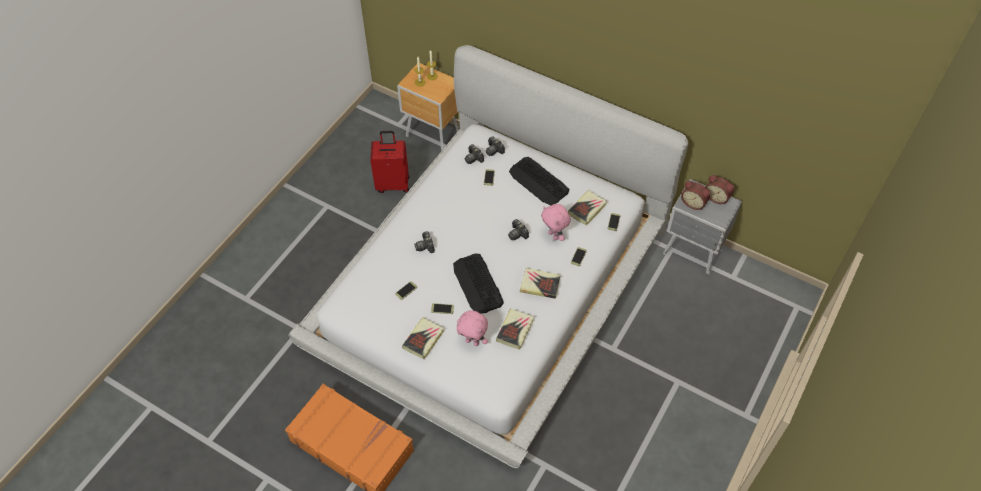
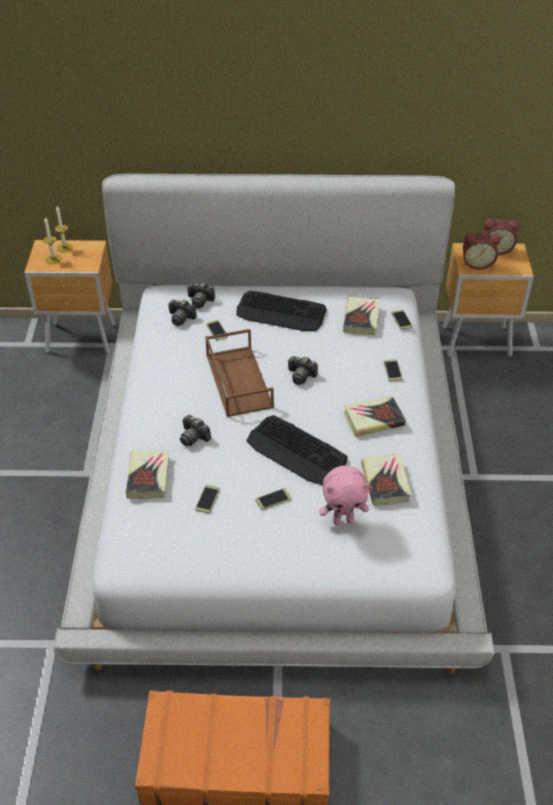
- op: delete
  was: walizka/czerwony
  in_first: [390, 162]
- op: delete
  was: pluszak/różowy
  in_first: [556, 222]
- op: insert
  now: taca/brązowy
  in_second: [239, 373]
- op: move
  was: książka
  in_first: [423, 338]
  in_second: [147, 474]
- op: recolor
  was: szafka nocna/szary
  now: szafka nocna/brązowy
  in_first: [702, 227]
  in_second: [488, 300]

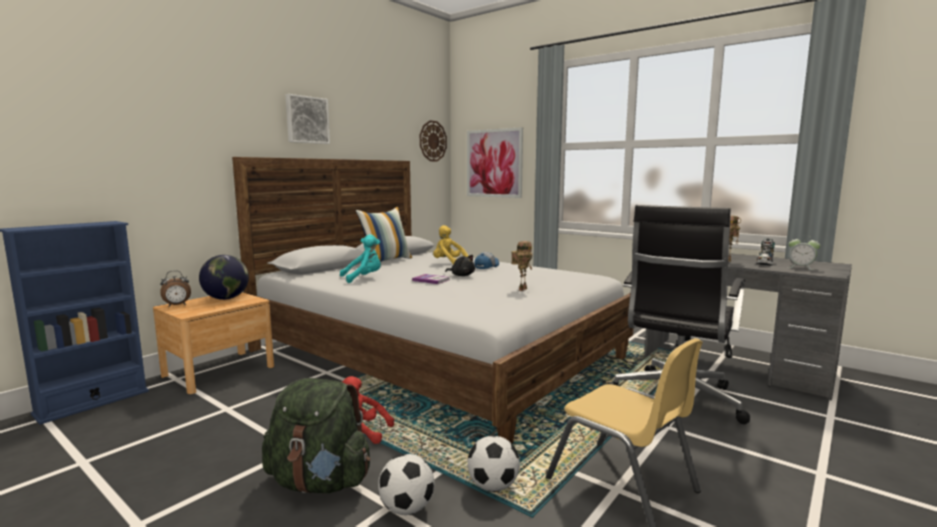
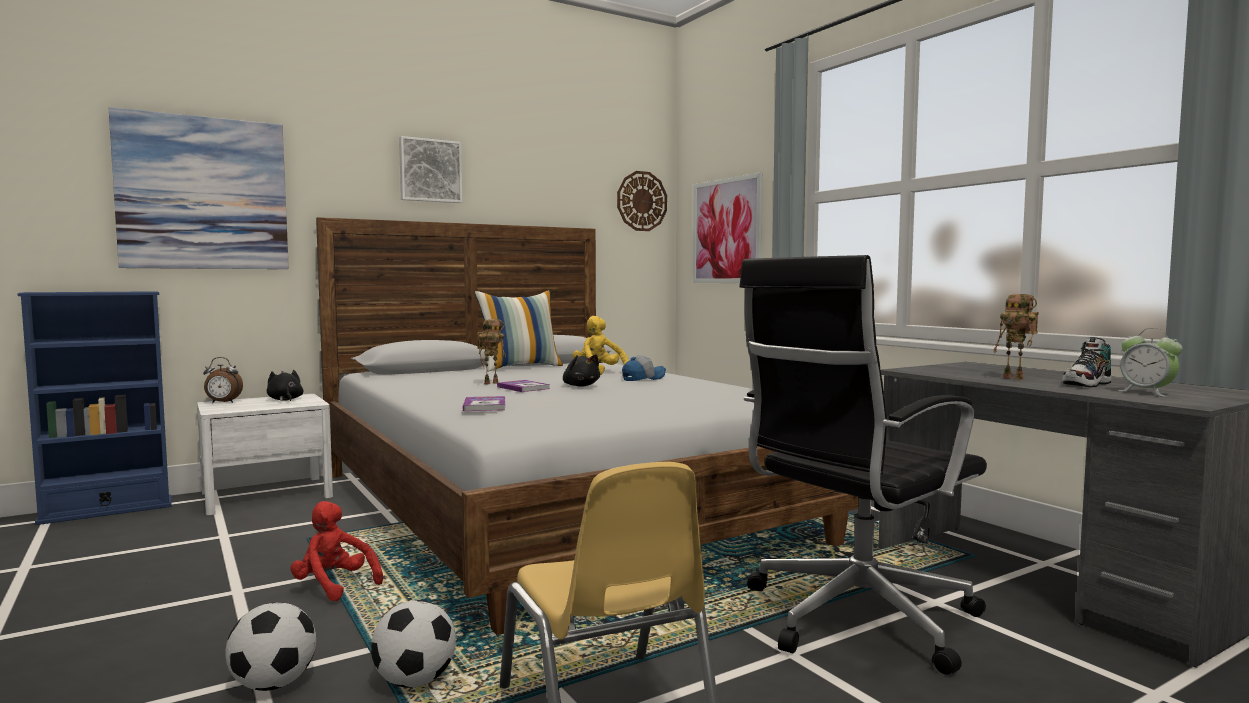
- op: delete
  was: plecak/zielony
  in_first: [316, 435]
- op: delete
  was: pluszak/turkusowy
  in_first: [360, 258]
- op: insert
  now: obraz
  in_second: [199, 188]
- op: insert
  now: książka
  in_second: [484, 403]
- op: move
  was: robot zabawkowy
  in_first: [521, 266]
  in_second: [491, 351]
- op: replace
  was: globus
  now: pluszak/czarny
  in_first: [224, 277]
  in_second: [285, 385]
- op: recolor
  was: szafka nocna/brązowy
  now: szafka nocna/biały
  in_first: [213, 343]
  in_second: [265, 454]

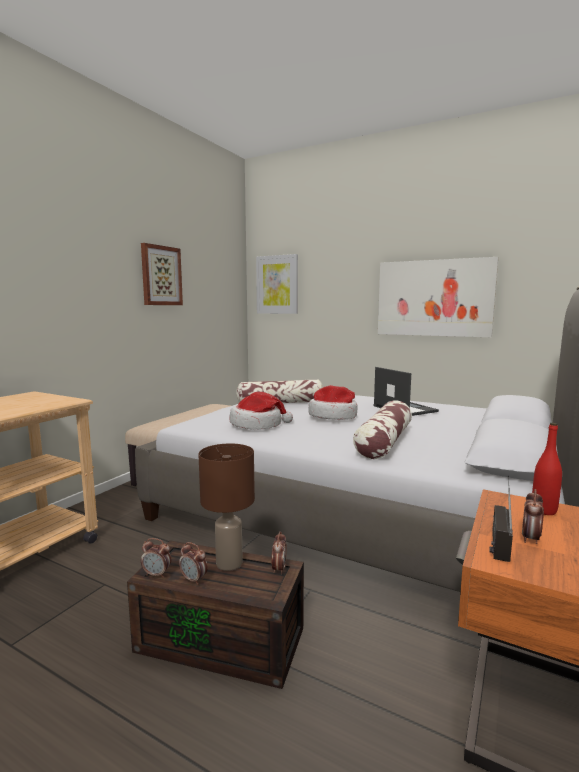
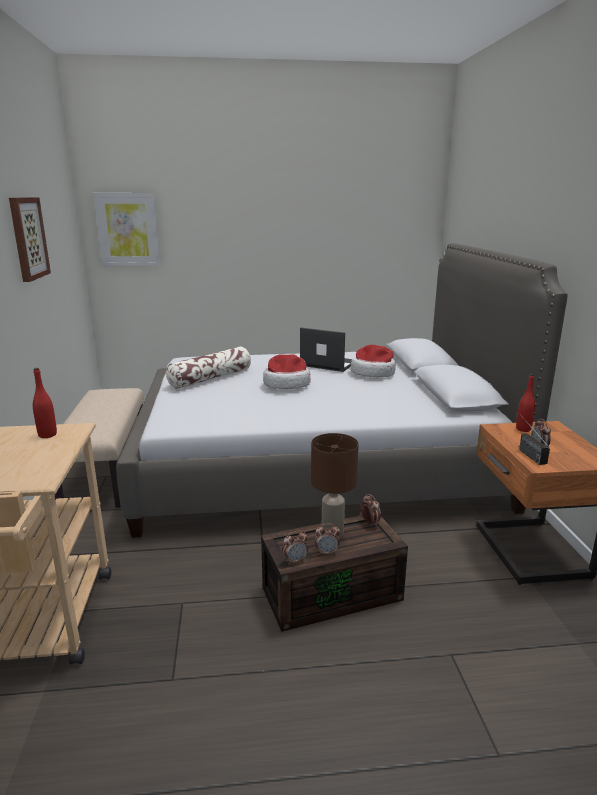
- op: delete
  was: poduszka
  in_first: [382, 429]
- op: delete
  was: obraz
  in_first: [438, 297]
- op: insert
  now: butelka/czerwony
  in_second: [45, 403]
- op: move
  was: kapelusz
  in_first: [261, 411]
  in_second: [373, 360]

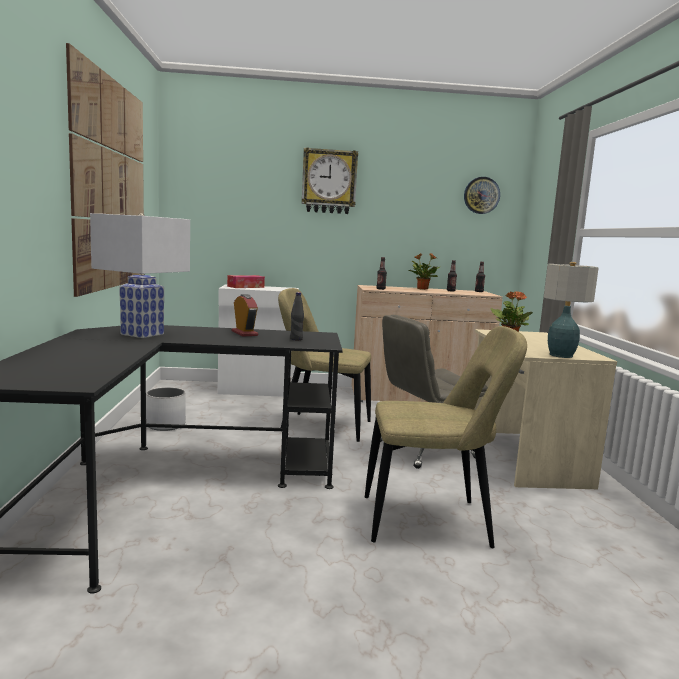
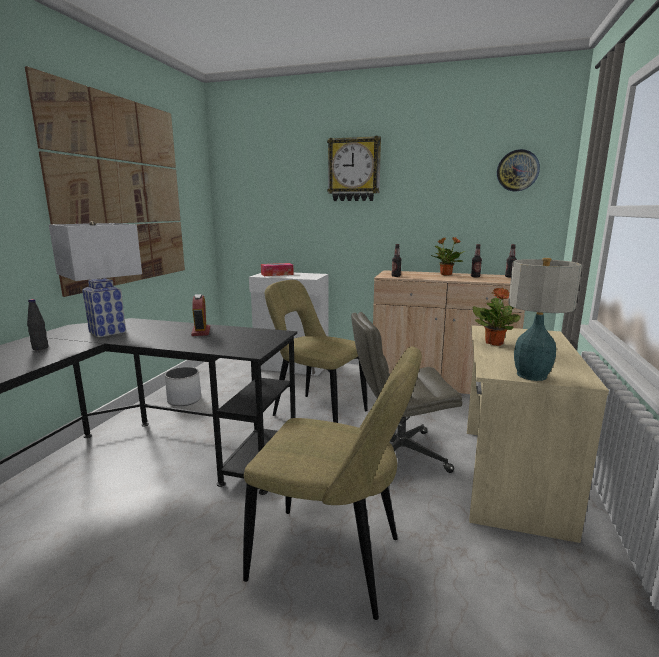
- op: move
  was: butelka/czarny
  in_first: [297, 316]
  in_second: [37, 324]

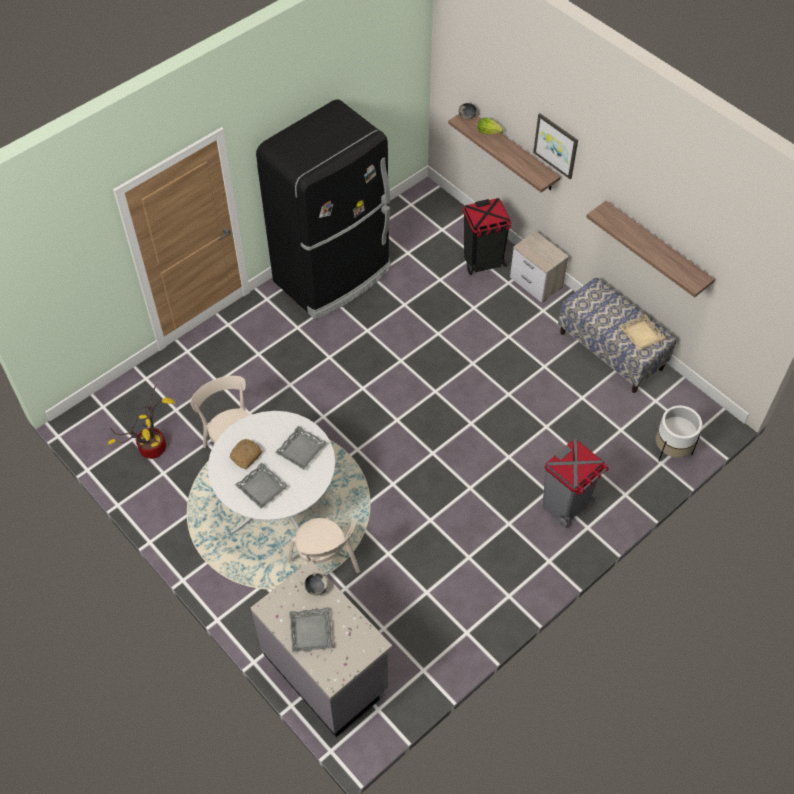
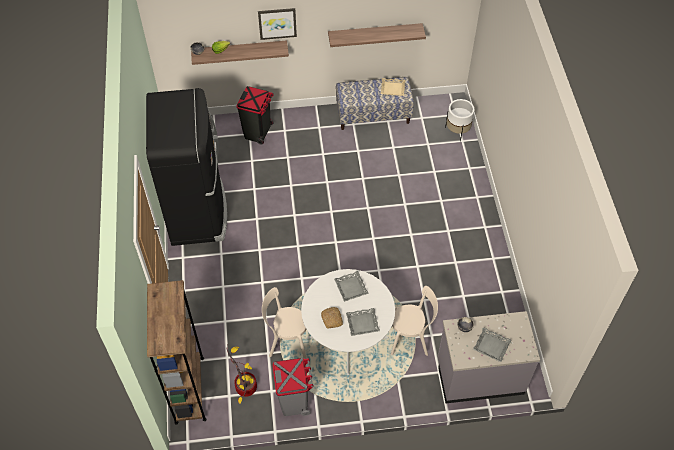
- op: delete
  was: szafka nocna
  in_first: [539, 267]
- op: insert
  now: regał/brązowy
  in_second: [177, 352]
- op: move
  was: kosz na śmieci/szary
  in_first: [576, 483]
  in_second: [293, 387]

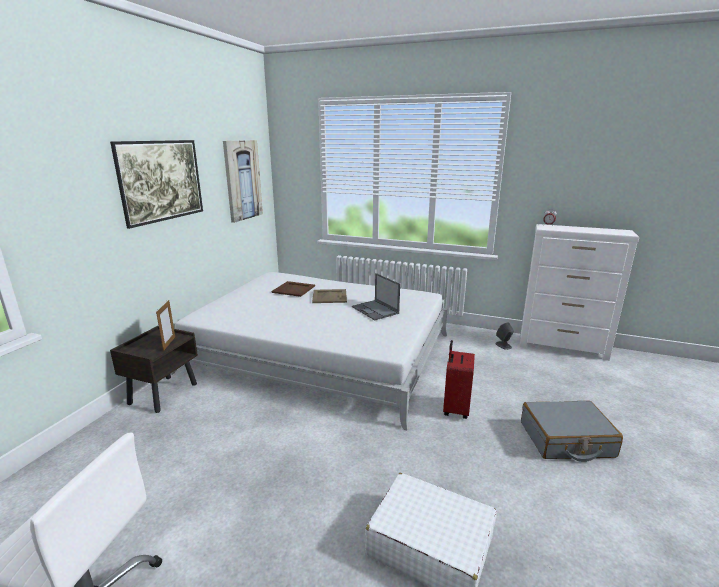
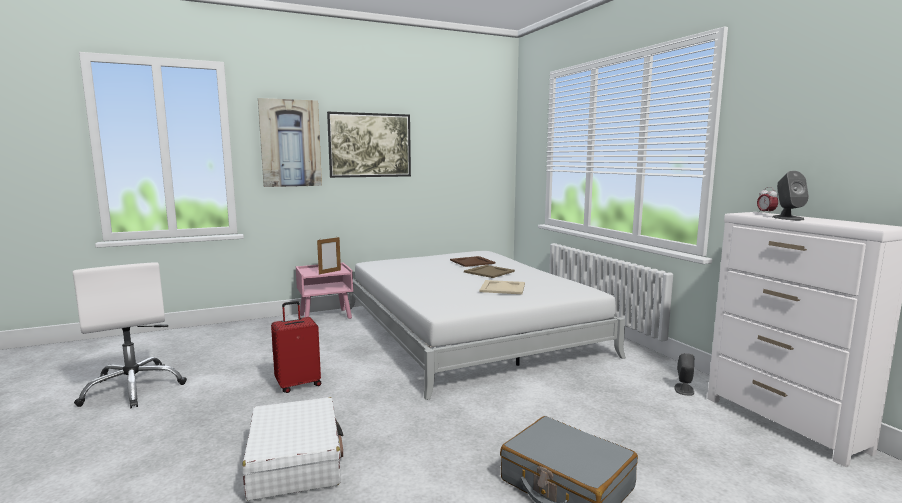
- op: insert
  now: głośnik/szary
  in_second: [791, 195]
- op: move
  was: obraz
  in_first: [243, 181]
  in_second: [290, 142]
- op: move
  was: walizka/czerwony
  in_first: [459, 379]
  in_second: [296, 347]
- op: replace
  was: laptop
  now: taca/beżowy
  in_first: [376, 297]
  in_second: [502, 287]
- op: recolor
  was: szafka nocna/brązowy
  now: szafka nocna/różowy
  in_first: [154, 369]
  in_second: [324, 290]

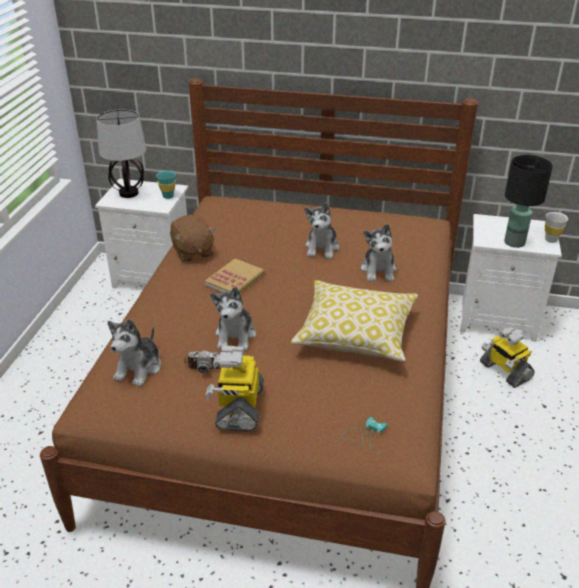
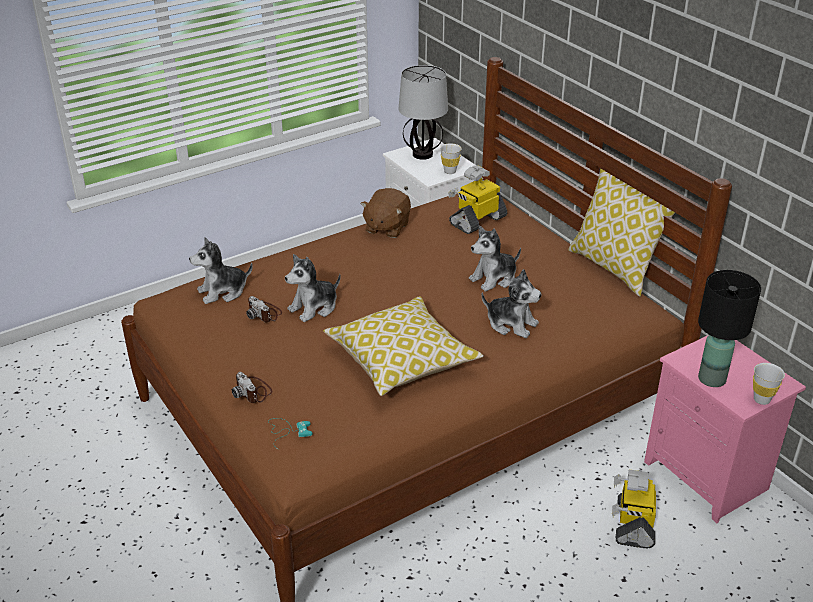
- op: delete
  was: książka
  in_first: [235, 276]
- op: insert
  now: aparat fotograficzny
  in_second: [252, 387]
- op: insert
  now: poduszka
  in_second: [621, 232]
- op: move
  was: robot zabawkowy
  in_first: [234, 388]
  in_second: [478, 199]
- op: recolor
  was: filiżanka/turkusowy
  now: filiżanka/biały
  in_first: [166, 185]
  in_second: [451, 158]
- op: recolor
  was: szafka nocna/biały
  now: szafka nocna/różowy
  in_first: [511, 278]
  in_second: [725, 429]
- op: rotate
  was: pluszak
  in_first: [379, 252]
  in_second: [511, 303]
  clockwise: -105

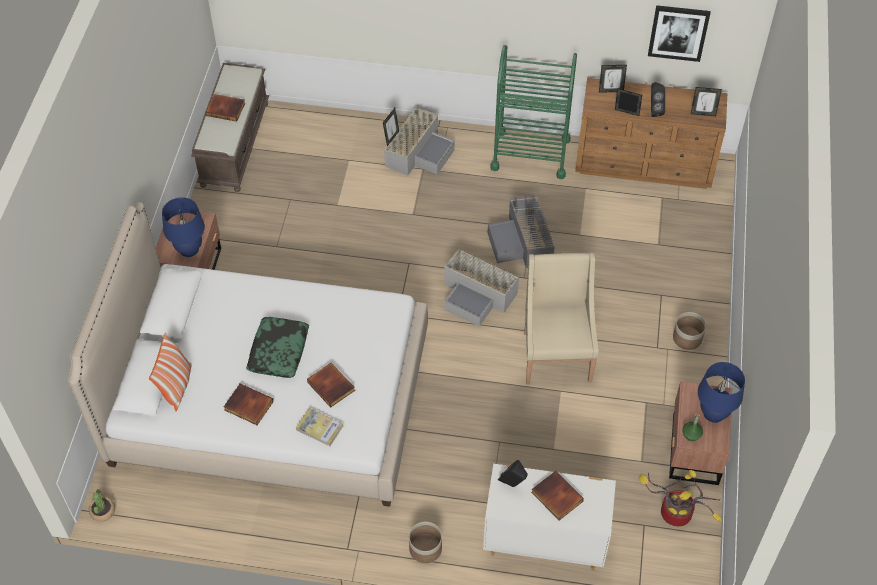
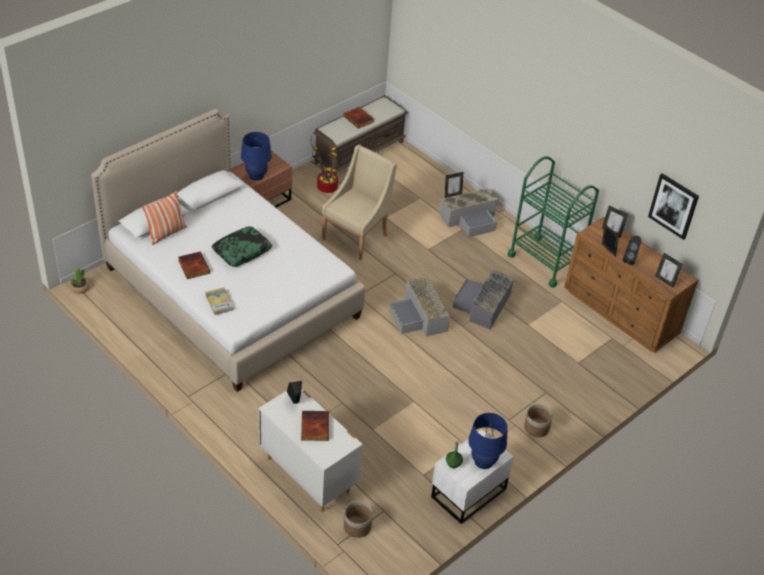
- op: delete
  was: książka
  in_first: [331, 385]
- op: move
  was: donica
  in_first: [425, 542]
  in_second: [358, 519]
- op: move
  was: fotel/beżowy
  in_first: [561, 318]
  in_second: [359, 202]
- op: move
  was: roślina doniczkowa
  in_first: [679, 498]
  in_second: [324, 164]
- op: recolor
  was: szafka nocna/brązowy
  now: szafka nocna/biały
  in_first: [700, 433]
  in_second: [472, 476]

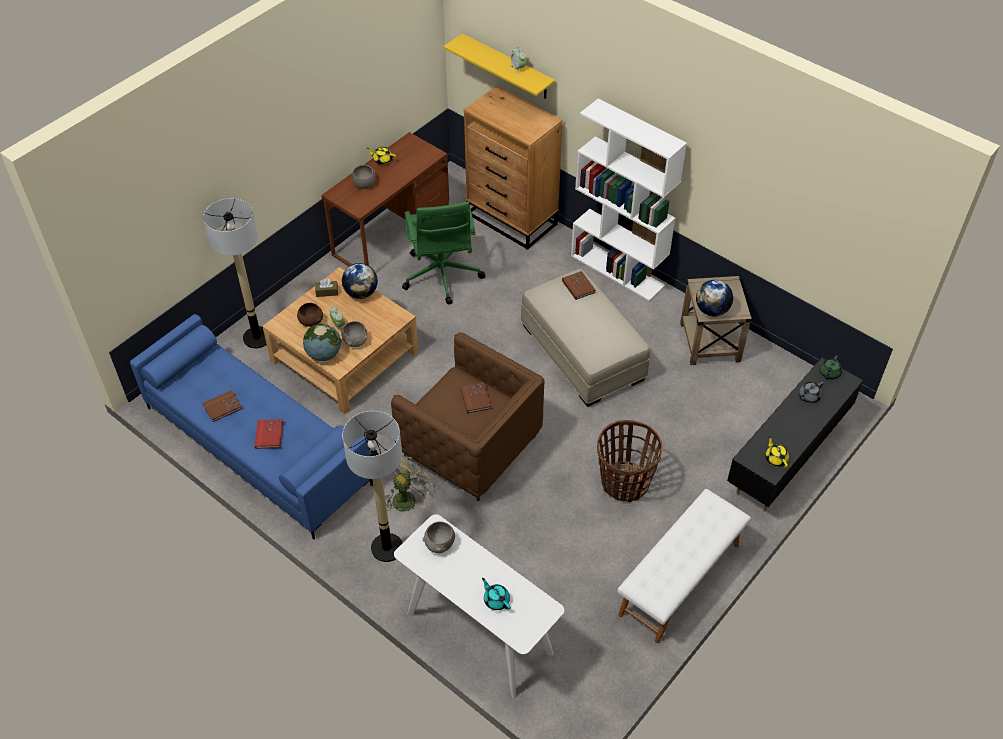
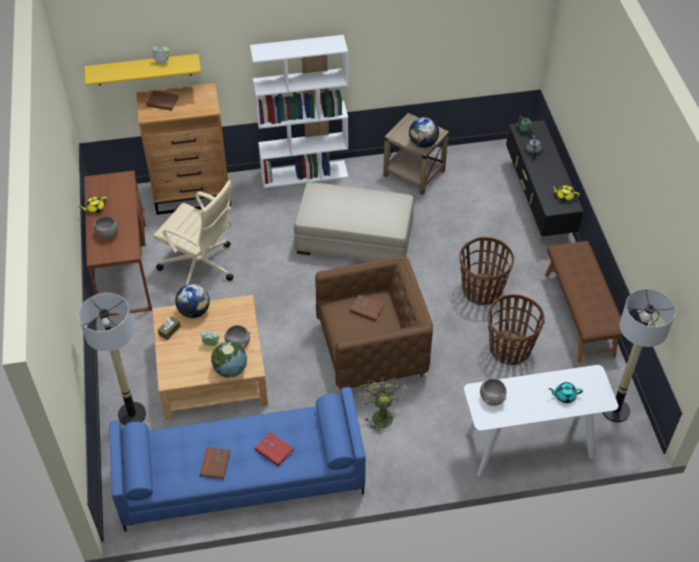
- op: delete
  was: miska/brązowy
  in_first: [310, 315]
- op: insert
  now: koszyk
  in_second: [516, 329]
- op: move
  was: lampa stojąca
  in_first: [372, 486]
  in_second: [639, 355]
- op: move
  was: książka/brązowy
  in_first: [579, 285]
  in_second: [162, 101]
- op: recolor
  was: krzesło biurowe/zielony
  now: krzesło biurowe/beżowy
  in_first: [444, 253]
  in_second: [193, 232]
- op: recolor
  was: ławka/biały
  now: ławka/brązowy
  in_first: [684, 566]
  in_second: [584, 302]

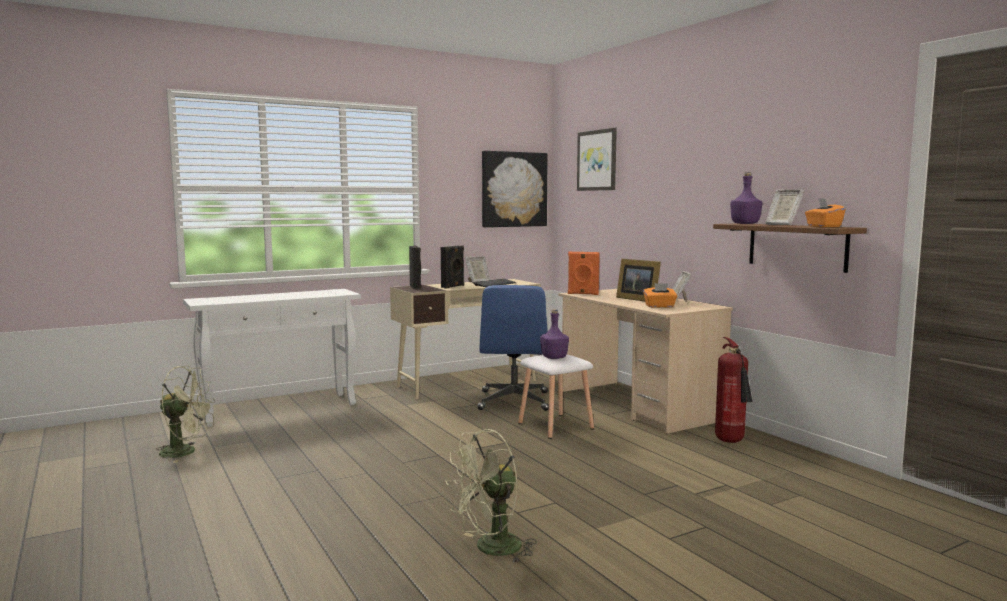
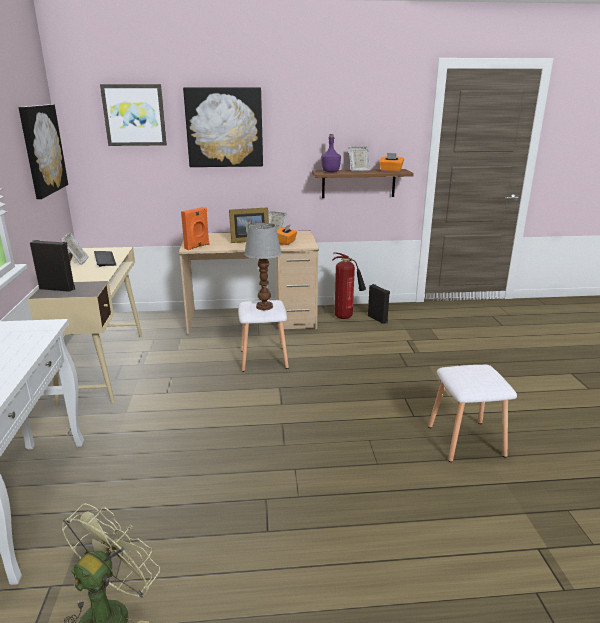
- op: delete
  was: krzesło biurowe/niebieski
  in_first: [513, 348]
- op: insert
  now: obraz
  in_second: [223, 127]
- op: move
  was: głośnik/czarny
  in_first: [452, 267]
  in_second: [379, 304]
- op: replace
  was: wentylator/zielony
  now: stołek/biały
  in_first: [491, 496]
  in_second: [472, 413]
- op: replace
  was: butelka/fioletowy
  now: lampa stołowa
  in_first: [554, 334]
  in_second: [263, 266]

